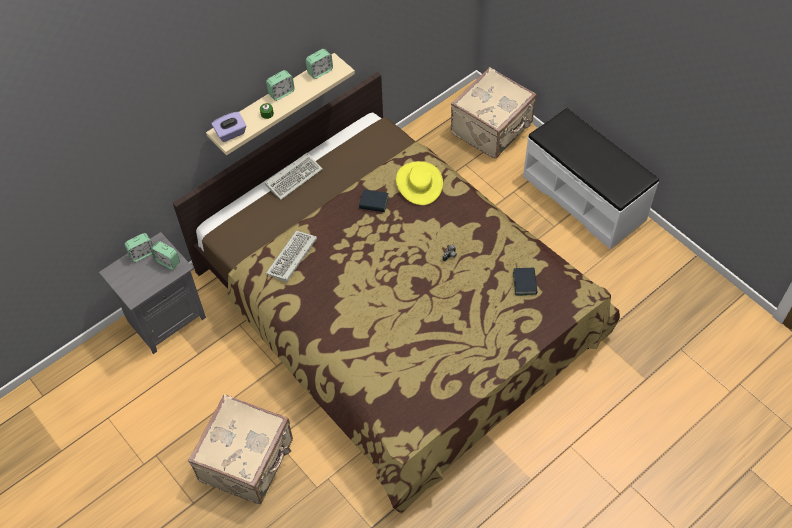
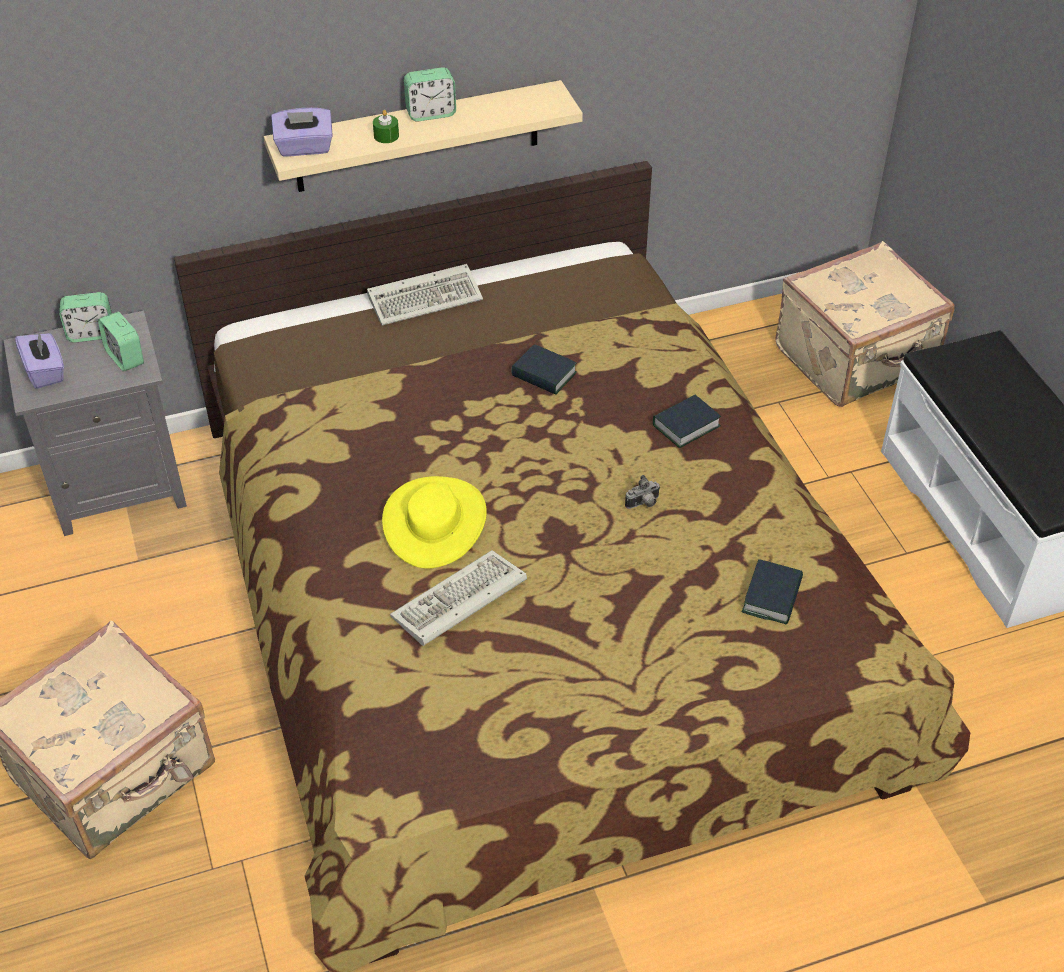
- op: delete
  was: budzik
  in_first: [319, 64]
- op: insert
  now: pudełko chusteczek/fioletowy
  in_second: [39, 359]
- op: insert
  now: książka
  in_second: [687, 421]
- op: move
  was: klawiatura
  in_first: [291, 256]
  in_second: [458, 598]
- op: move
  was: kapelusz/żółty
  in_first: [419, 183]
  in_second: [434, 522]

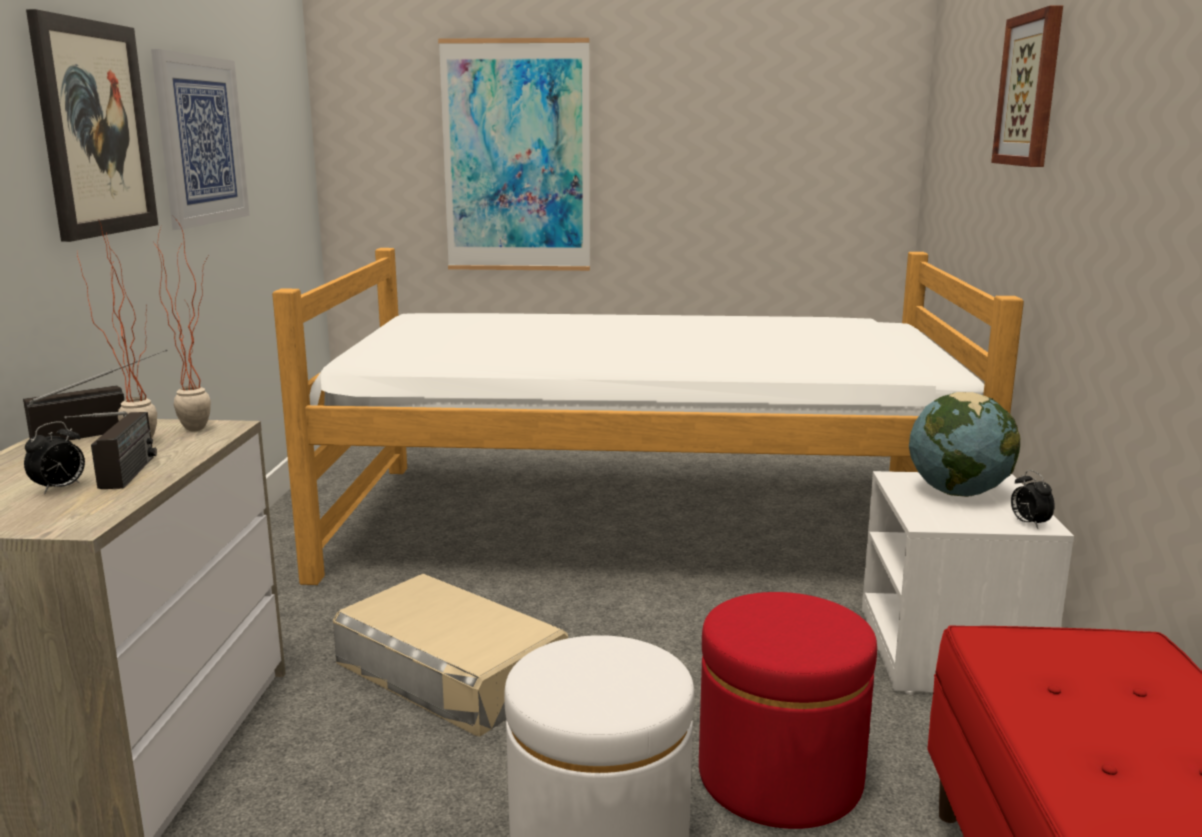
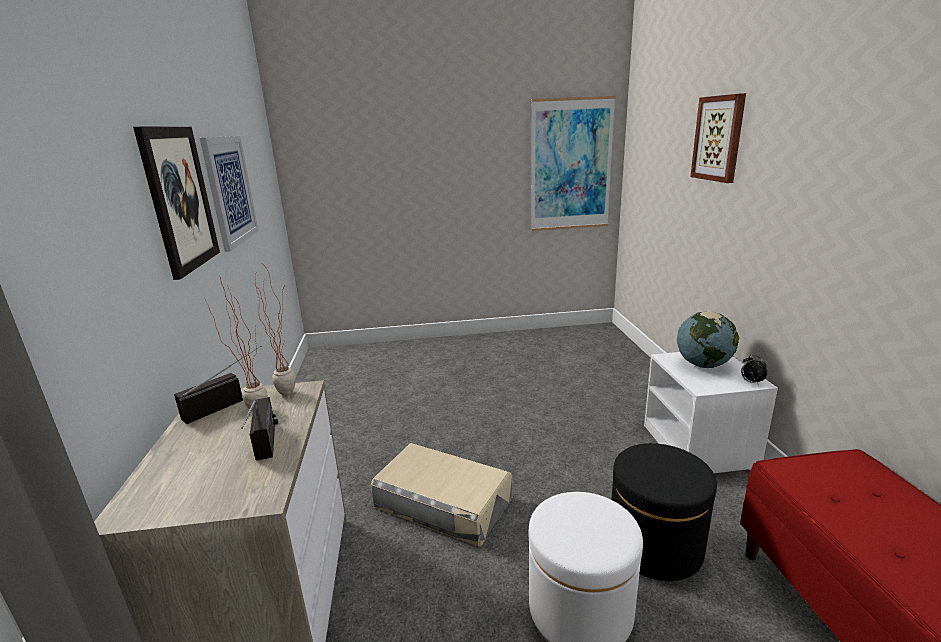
- op: delete
  was: budzik
  in_first: [54, 457]
- op: delete
  was: łóżko
  in_first: [648, 416]
- op: move
  was: obraz
  in_first: [514, 154]
  in_second: [573, 163]
- op: recolor
  was: pufa/czerwony
  now: pufa/czarny
  in_first: [788, 710]
  in_second: [664, 512]

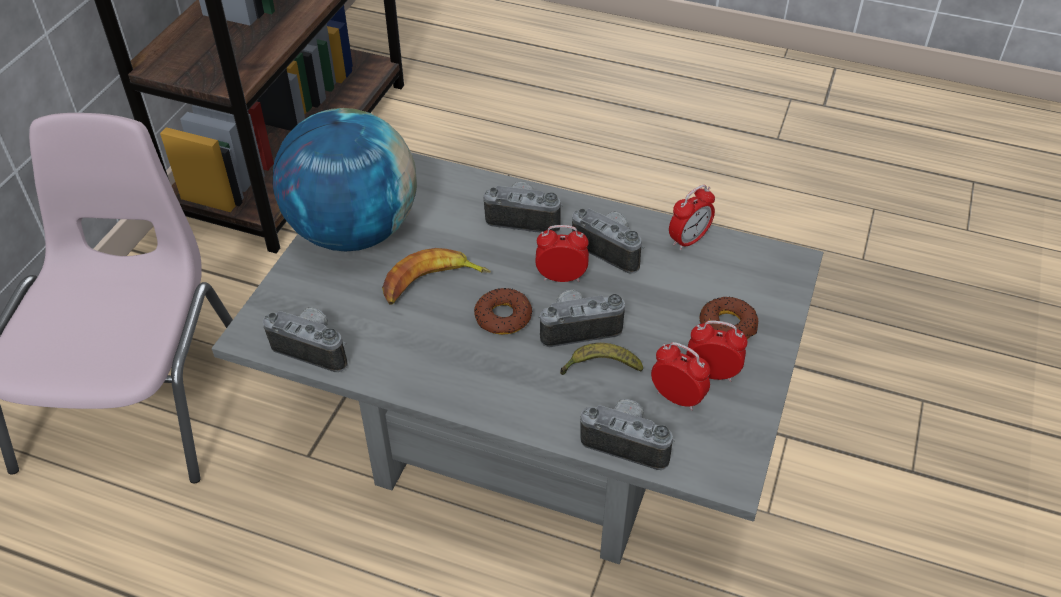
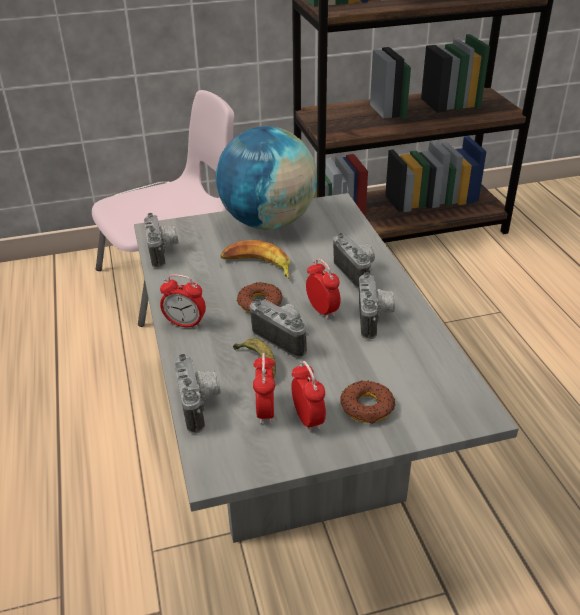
- op: move
  was: budzik
  in_first: [692, 218]
  in_second: [183, 301]

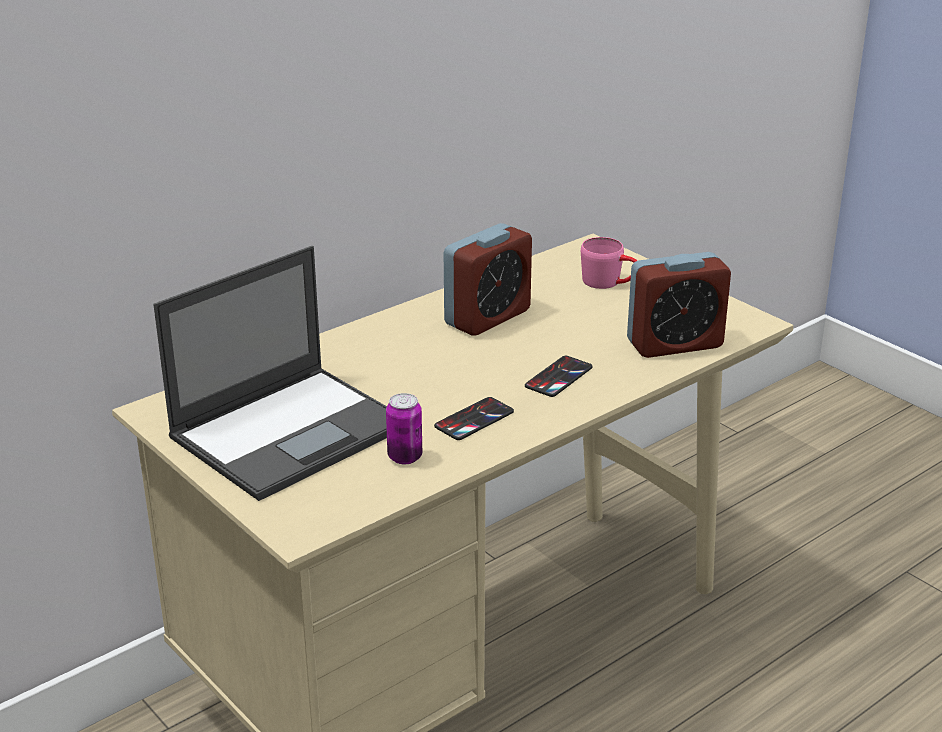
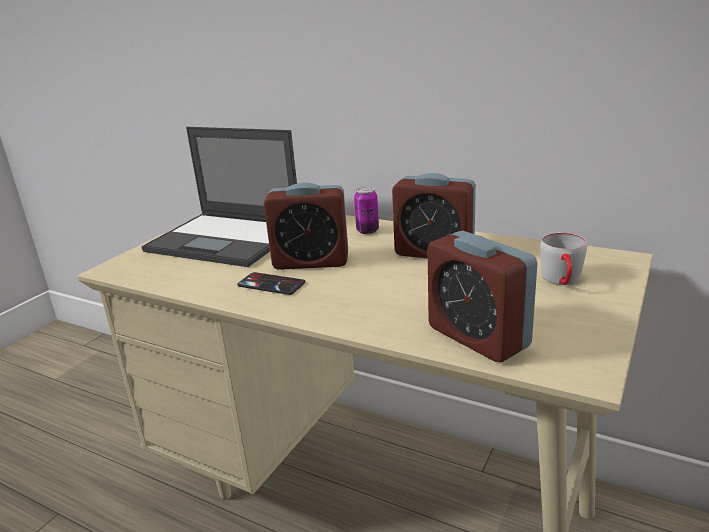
- op: delete
  was: telefon
  in_first: [559, 376]
- op: insert
  now: budzik
  in_second: [306, 226]
- op: move
  was: puszka
  in_first: [404, 428]
  in_second: [366, 210]
- op: recolor
  was: kubek/różowy
  now: kubek/szary
  in_first: [609, 263]
  in_second: [563, 259]

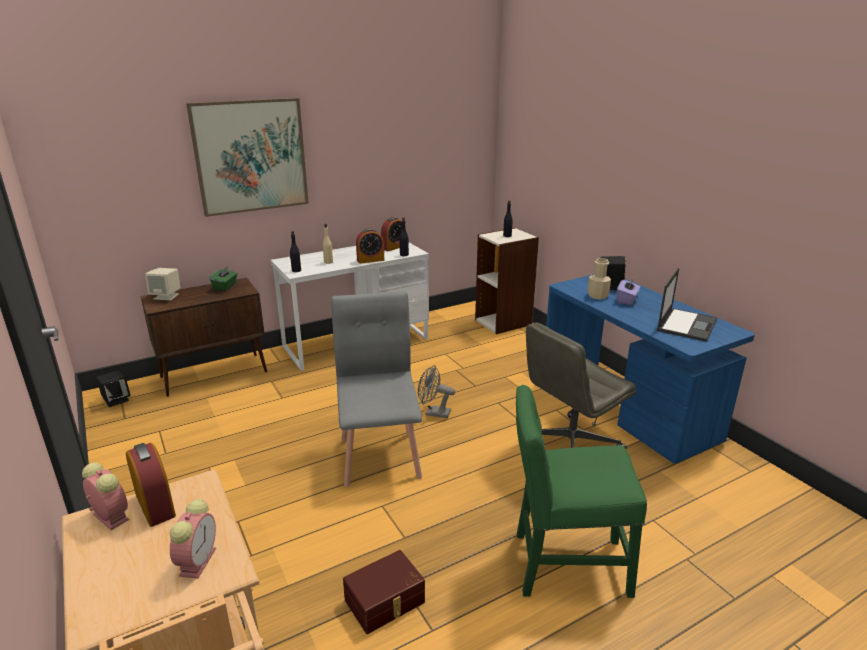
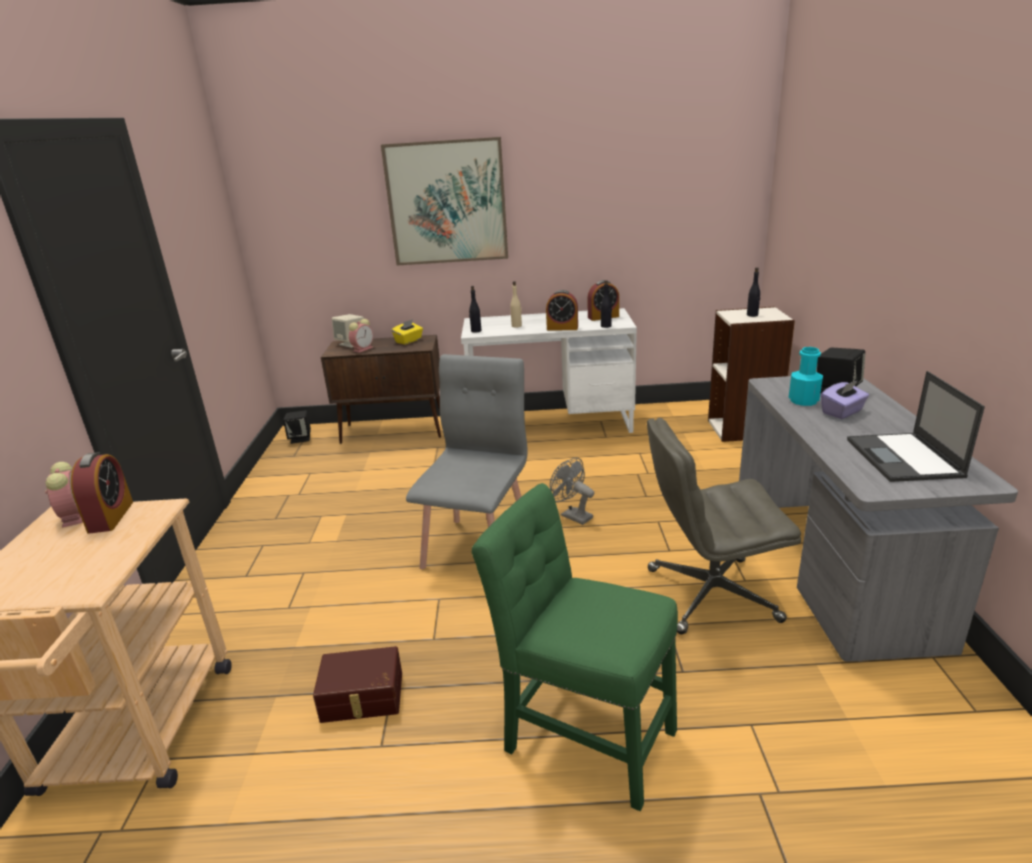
- op: move
  was: budzik
  in_first: [193, 539]
  in_second: [361, 336]
- op: recolor
  was: pudełko chusteczek/zielony
  now: pudełko chusteczek/żółty
  in_first: [223, 279]
  in_second: [407, 332]
- op: recolor
  was: biurko/niebieski
  now: biurko/szary
  in_first: [650, 369]
  in_second: [878, 518]
- op: recolor
  was: butelka/beżowy
  now: butelka/turkusowy
  in_first: [599, 278]
  in_second: [805, 376]
- op: rotate
  was: laptop
  in_first: [687, 305]
  in_second: [916, 426]
  clockwise: 120

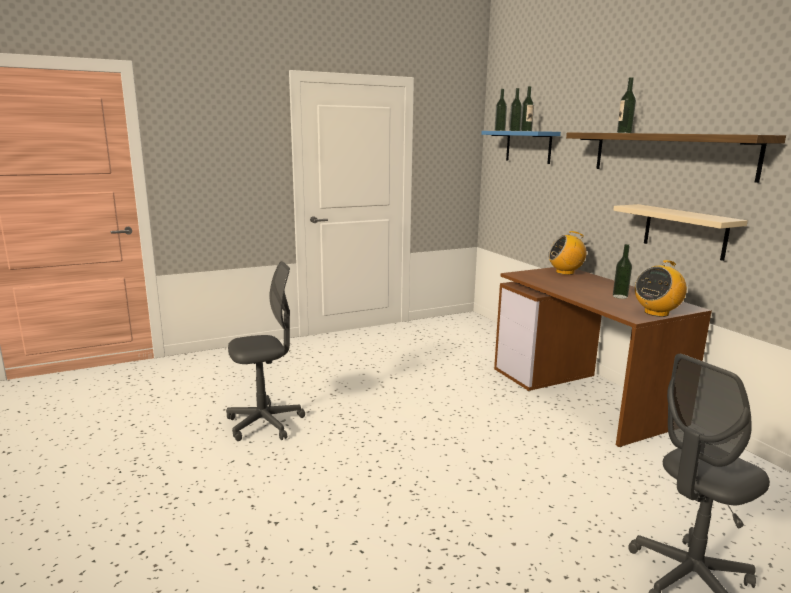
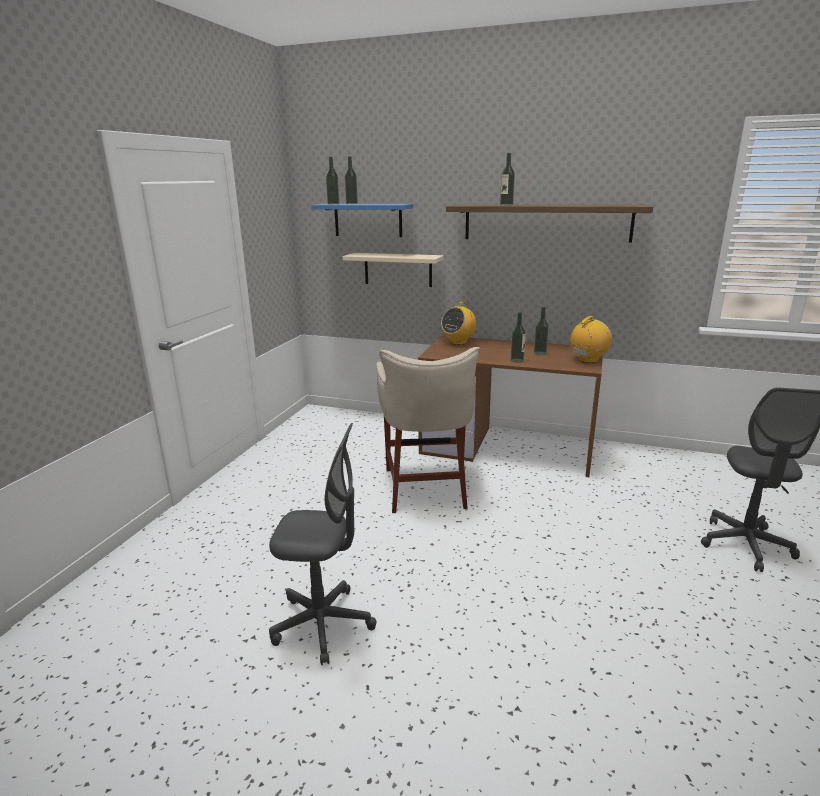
- op: insert
  now: stołek/beżowy
  in_second: [428, 430]
- op: move
  was: butelka
  in_first: [527, 108]
  in_second: [518, 337]
- op: move
  was: półka/beżowy
  in_first: [680, 232]
  in_second: [393, 270]
- op: rotate
  was: krzesło biurowe/szary
  in_first: [265, 351]
  in_second: [323, 544]
  clockwise: 75
- op: rotate
  was: radio
  in_first: [661, 288]
  in_second: [591, 339]
  clockwise: -135

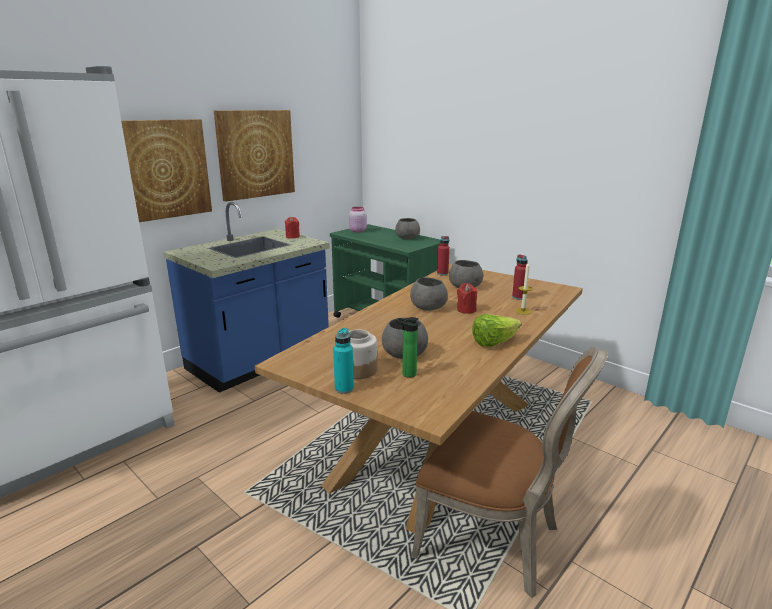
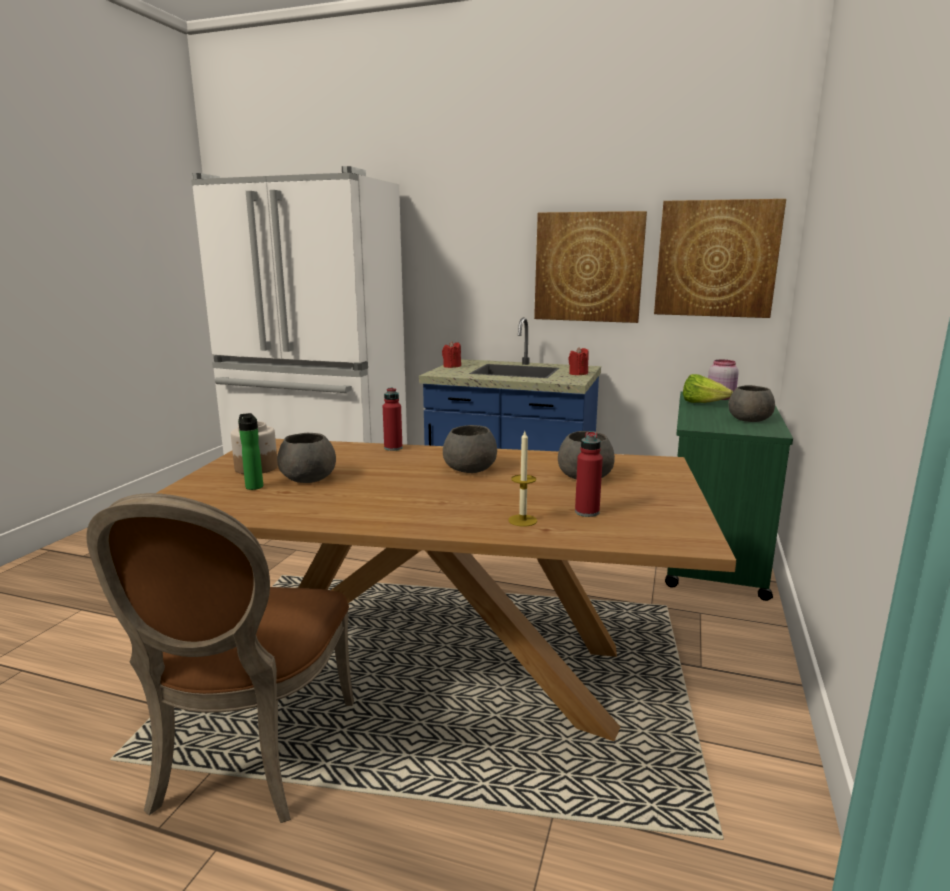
- op: delete
  was: butelka/turkusowy
  in_first: [343, 361]
- op: move
  was: obraz
  in_first: [166, 170]
  in_second: [720, 258]
- op: move
  was: butelka/czerwony
  in_first: [443, 255]
  in_second: [393, 419]
- op: move
  was: świeca/czerwony
  in_first: [467, 298]
  in_second: [451, 354]
- op: move
  was: sałata
  in_first: [497, 330]
  in_second: [708, 388]

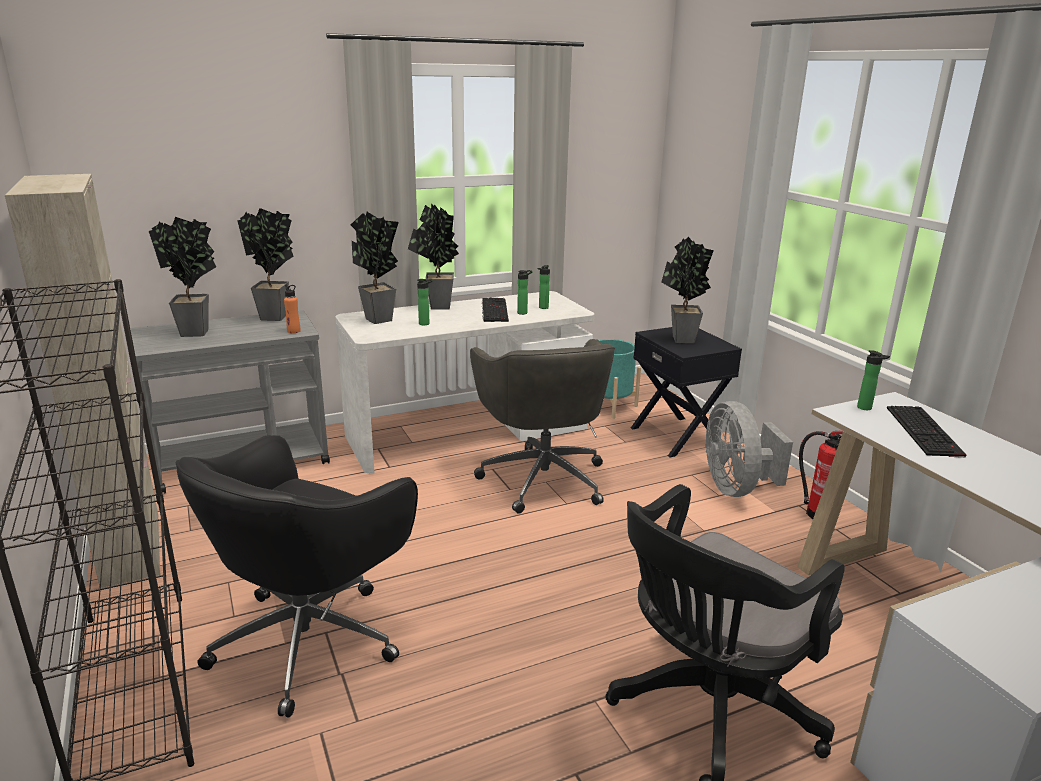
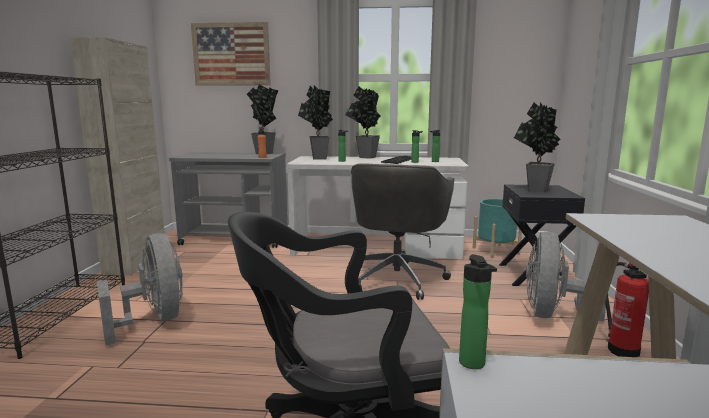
- op: delete
  was: roślina doniczkowa
  in_first: [182, 277]
- op: delete
  was: klawiatura
  in_first: [926, 432]
- op: insert
  now: obraz
  in_second: [231, 54]
- op: move
  was: butelka
  in_first: [873, 380]
  in_second: [478, 311]
- op: replace
  was: krzesło biurowe/czarny
  now: wentylator/szary
  in_first: [297, 576]
  in_second: [140, 289]

